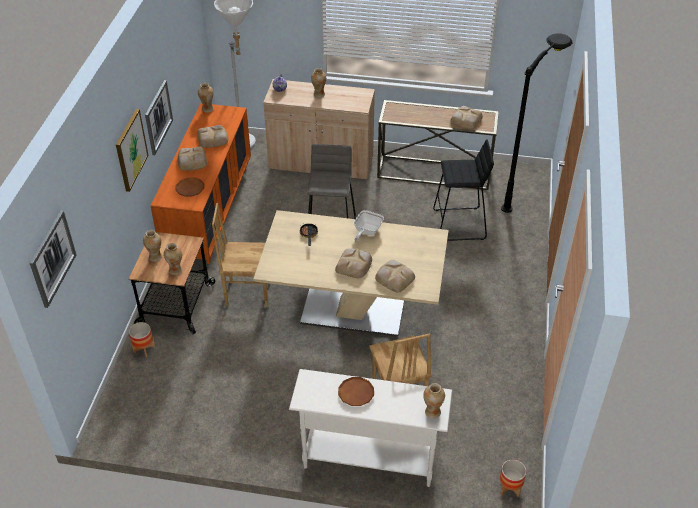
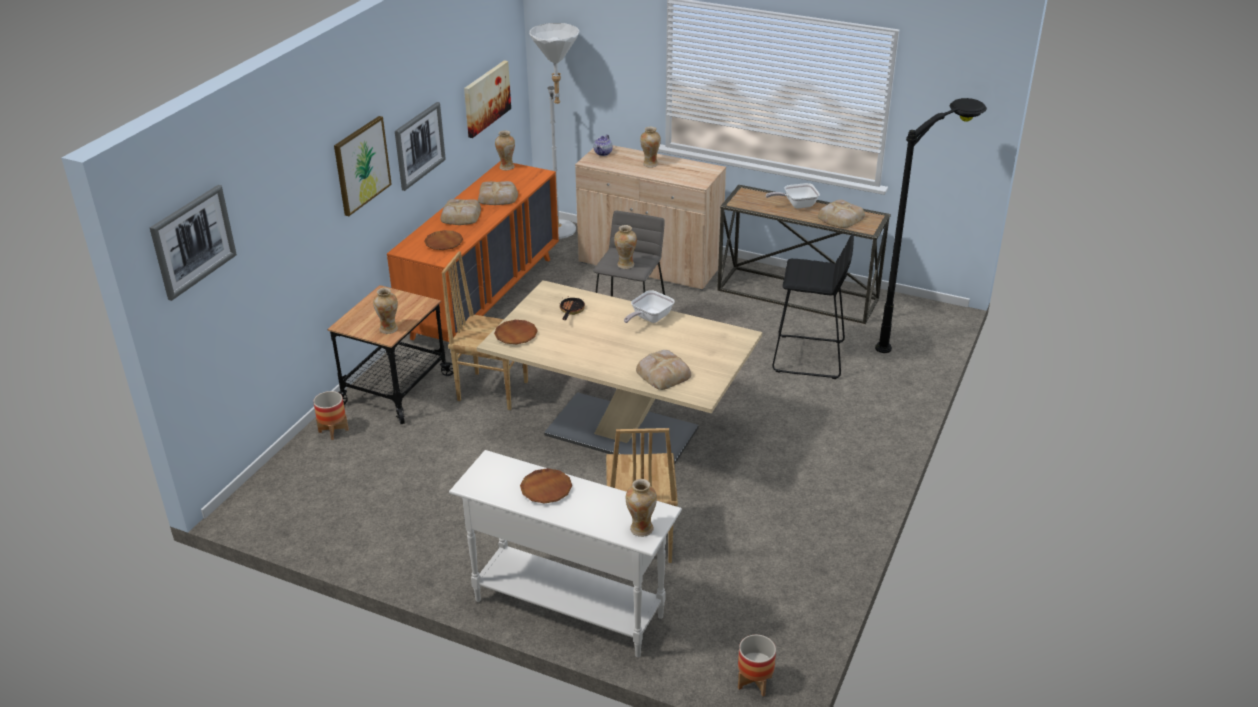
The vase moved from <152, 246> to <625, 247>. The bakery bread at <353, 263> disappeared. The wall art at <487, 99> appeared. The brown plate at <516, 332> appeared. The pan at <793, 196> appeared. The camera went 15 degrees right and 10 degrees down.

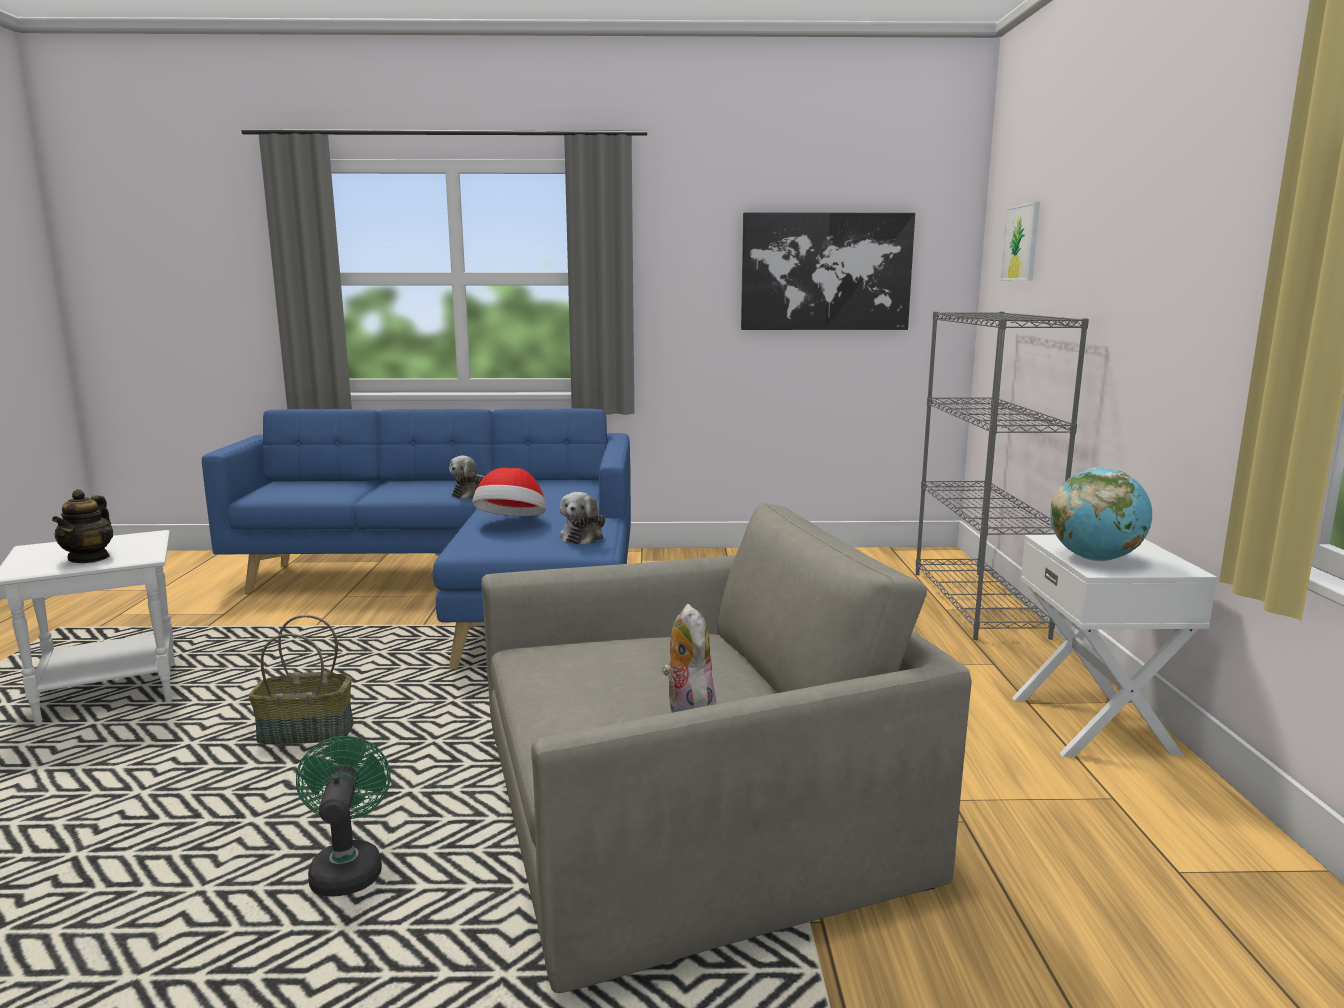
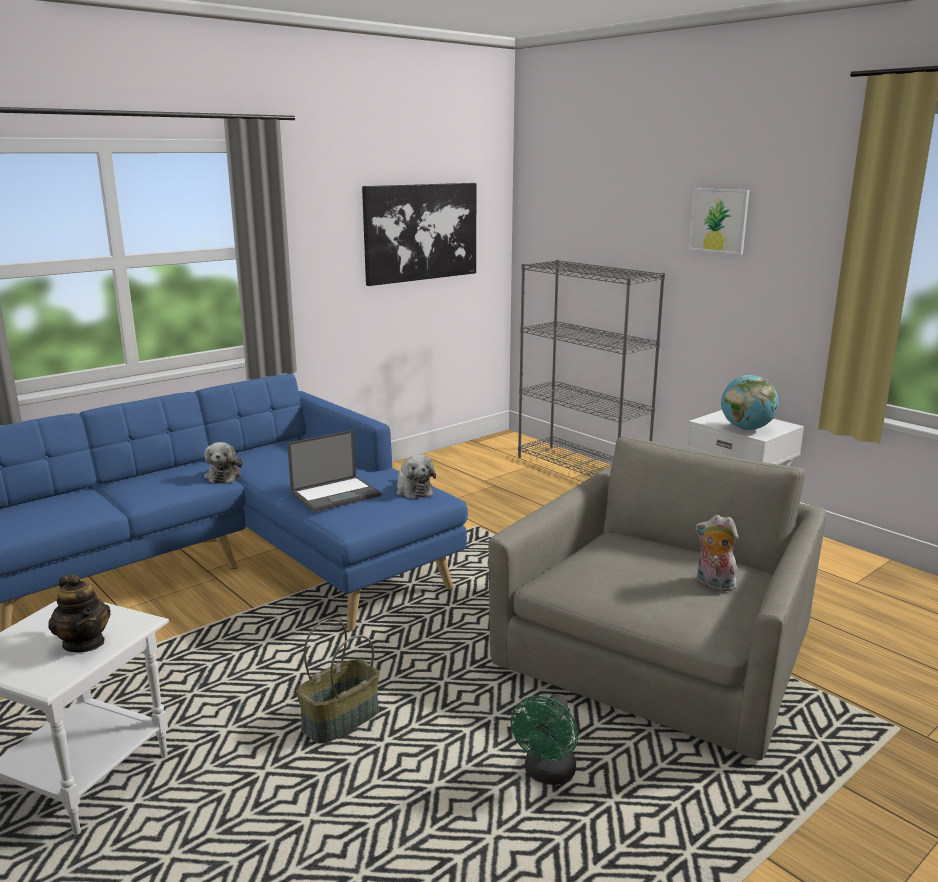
The green-coloured fan at <343, 816> turned 105 degrees counterclockwise. The hat at <509, 492> was replaced by the portable computer at <334, 471>. The wall art moved from <1020, 241> to <719, 221>. The camera went 40 degrees left and 5 degrees up.

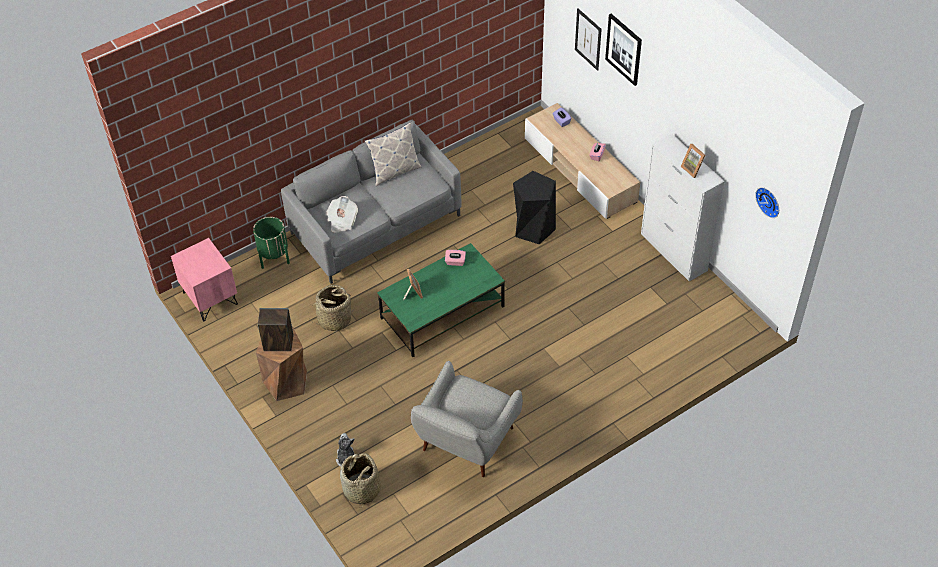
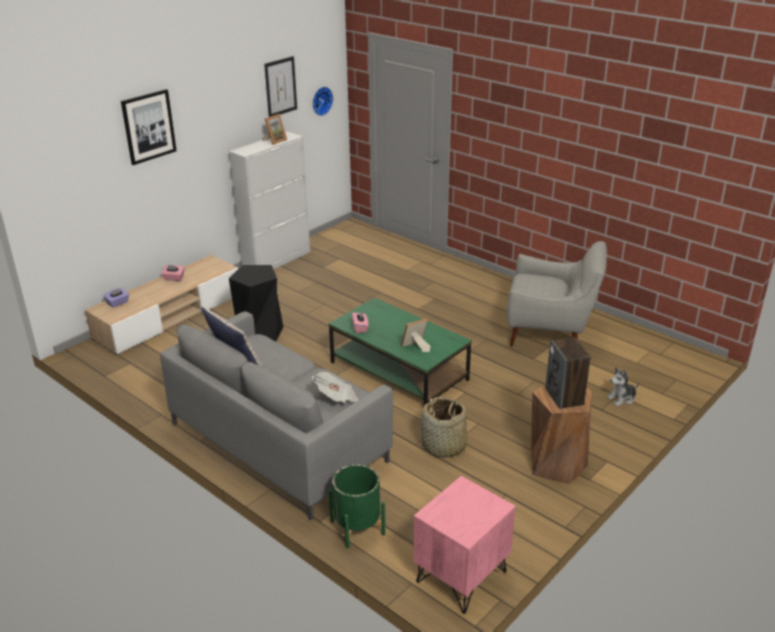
The household basket at <360, 480> disappeared. The wall art moved from <588, 39> to <280, 86>. The camera went 105 degrees left and 20 degrees down.

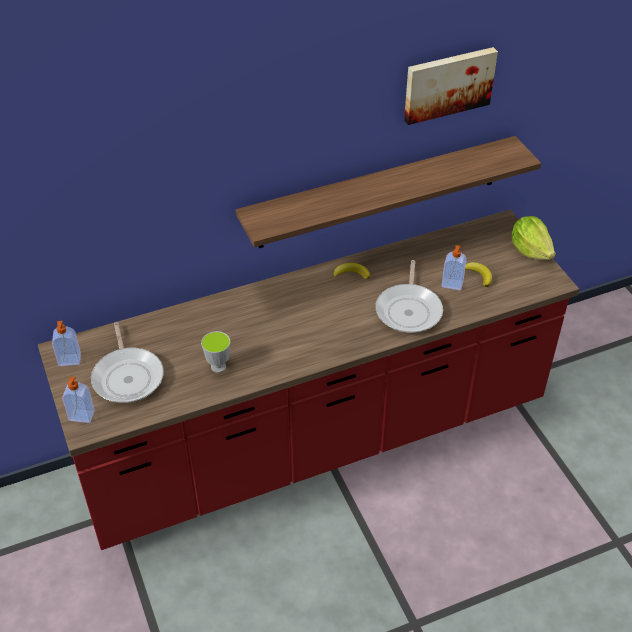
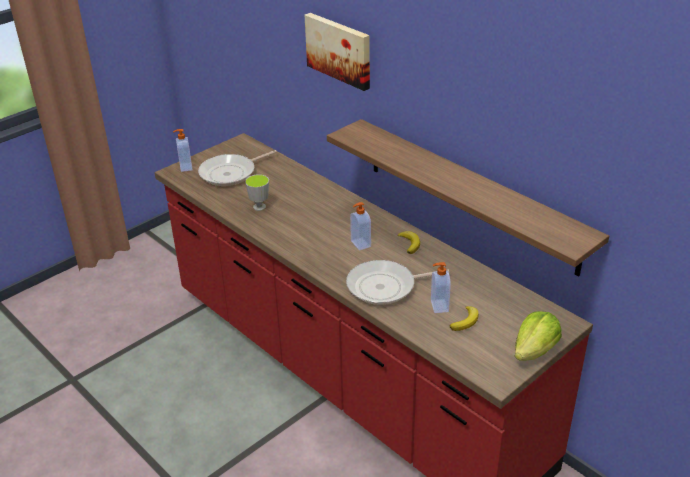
The soap dispenser moved from <66, 343> to <360, 226>. The wall art moved from <451, 86> to <337, 52>. The camera went 70 degrees right and 10 degrees down.

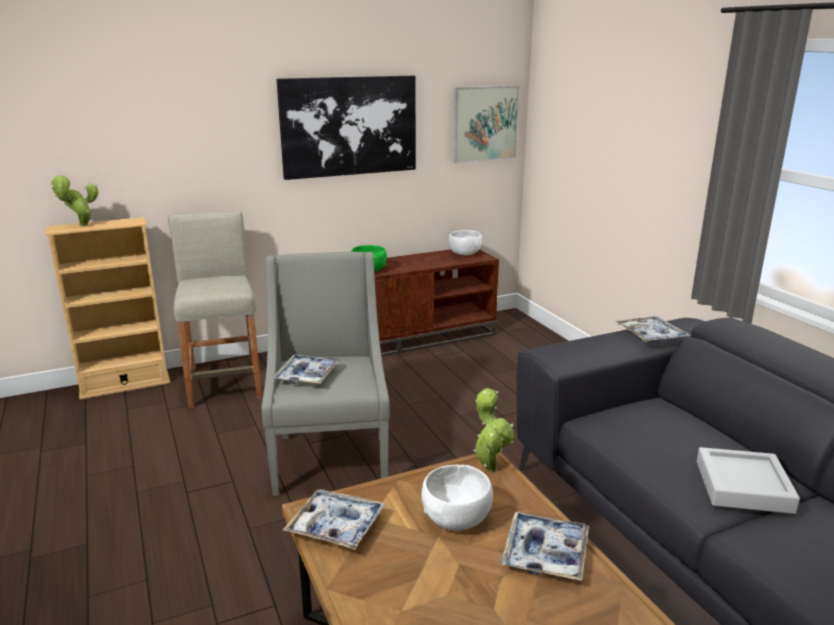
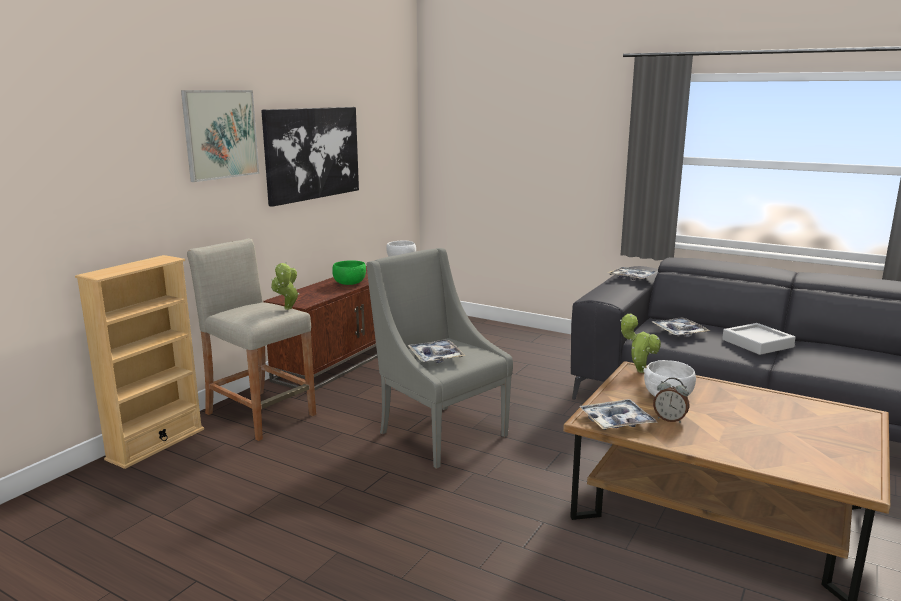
The potted plant moved from <74, 200> to <285, 286>. The wall art moved from <486, 124> to <220, 136>. The serving tray moved from <545, 546> to <681, 327>. The bedside clock at <671, 400> appeared. The camera went 35 degrees left and 5 degrees down.

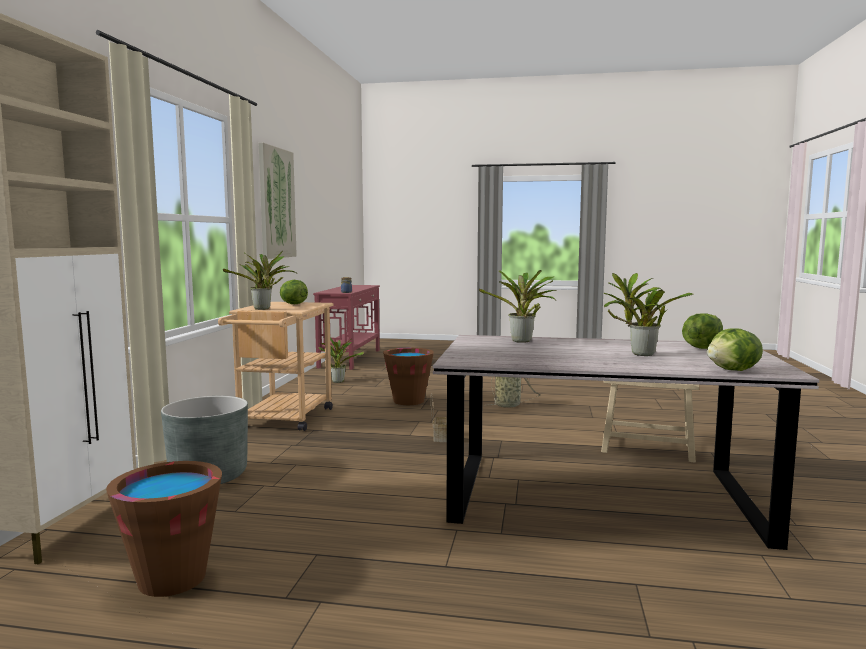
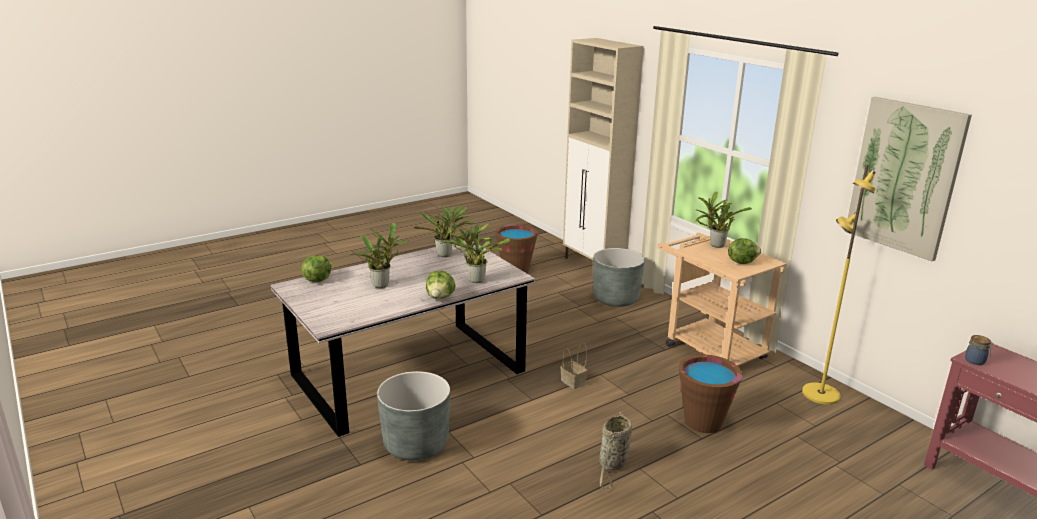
The potted plant moved from <341, 360> to <446, 231>. The beige stool seat at <650, 422> was replaced by the gray plant pot at <413, 416>. The lettuce head moved from <702, 331> to <441, 285>. The yellow-coloured standard lamp at <839, 285> appeared. The camera went 135 degrees right and 15 degrees up.

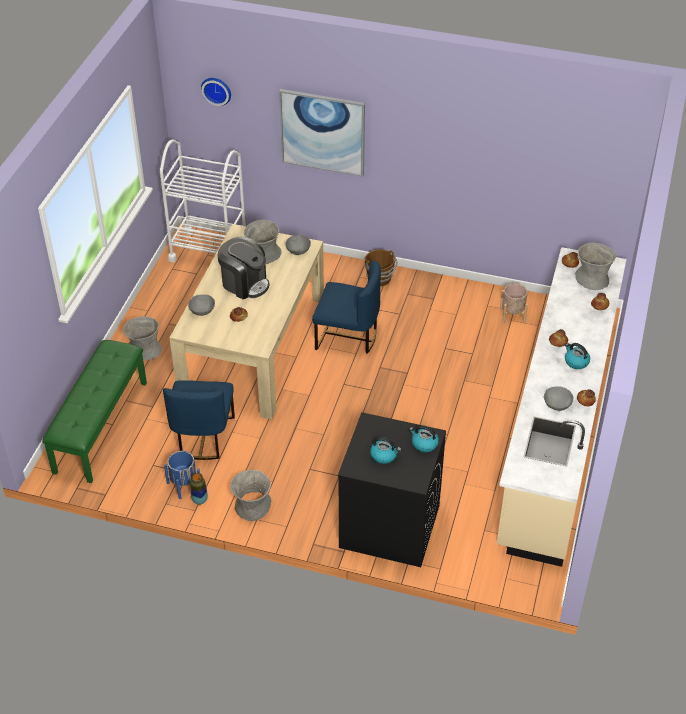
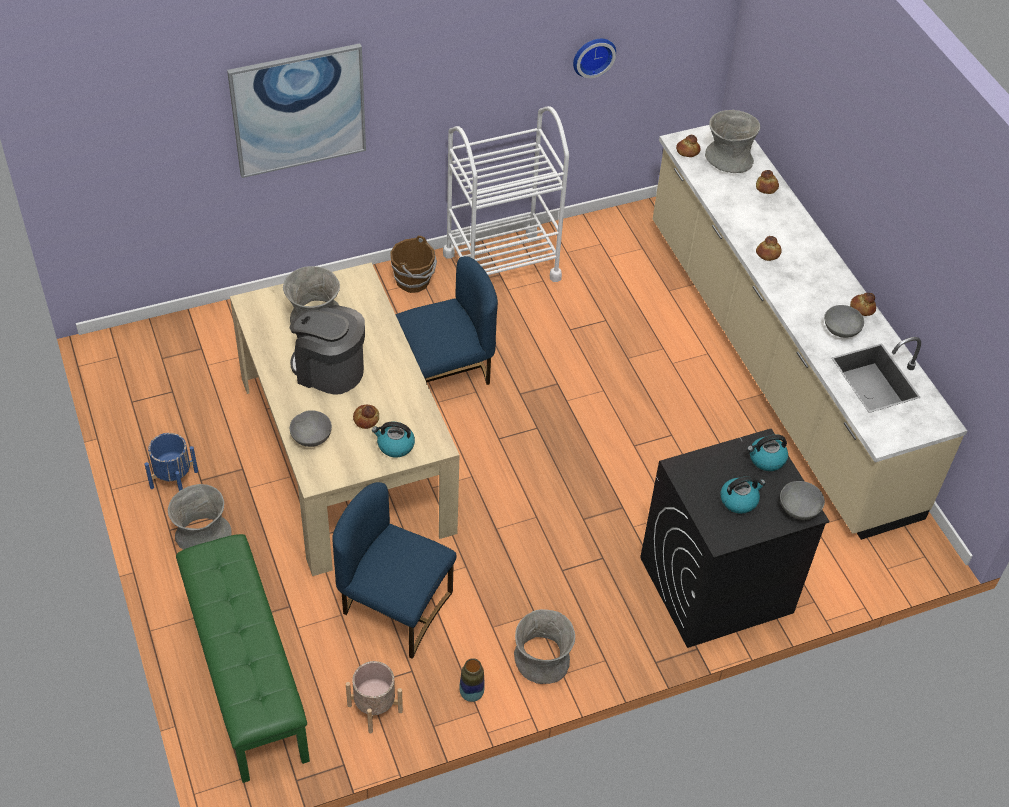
The white trolley moved from <203, 201> to <506, 194>. The blue-coloured plain chair at <199, 420> turned 150 degrees clockwise. The blue-coloured plant pot moved from <182, 475> to <171, 462>. The hanging clock moved from <216, 92> to <594, 58>. The coffee brewer at <243, 268> turned 150 degrees counterclockwise. The gray deep dish moved from <298, 245> to <802, 500>. The beige plant pot moved from <514, 303> to <374, 697>. The water kettle moved from <577, 356> to <393, 440>. The camera went 40 degrees left and 5 degrees up.

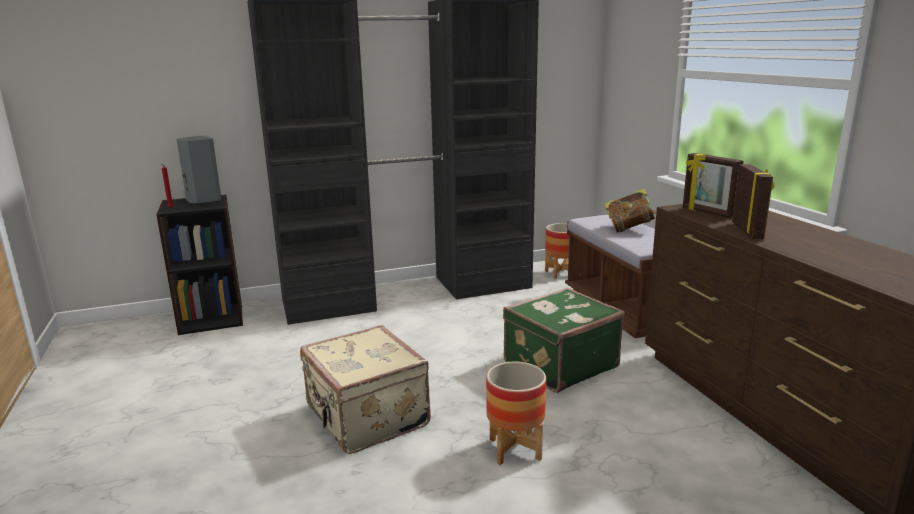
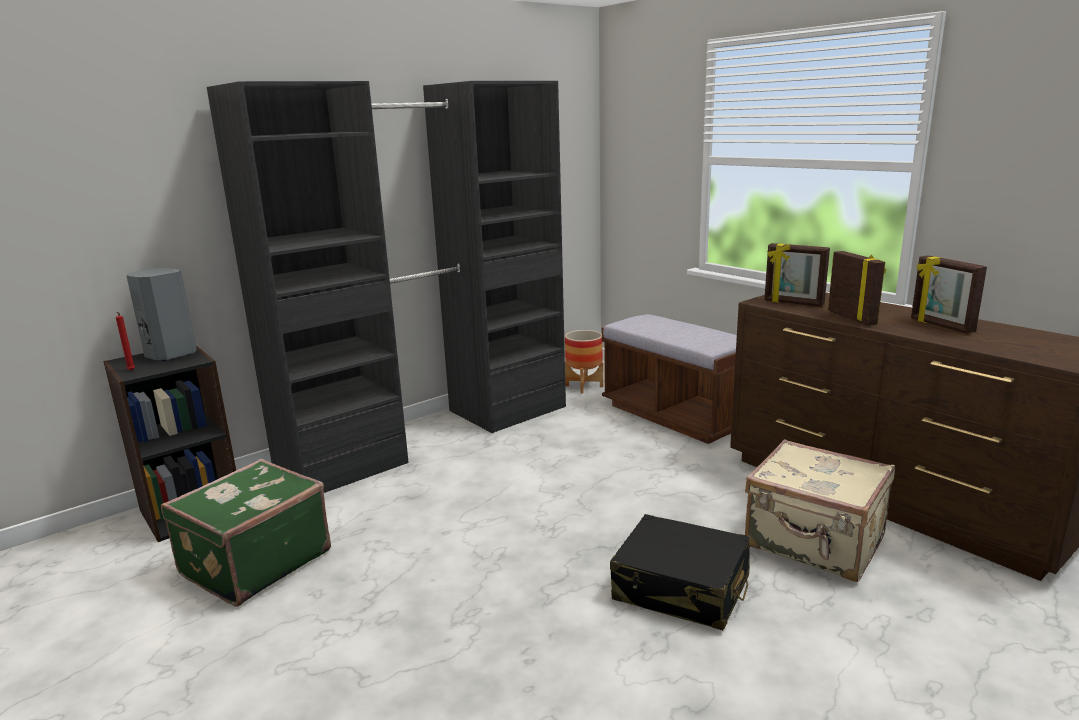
The beige suitcase moved from <365, 389> to <820, 510>. The plant pot at <516, 413> was replaced by the black-coloured suitcase at <680, 572>. The green-coloured suitcase moved from <564, 340> to <246, 533>. The book at <630, 210> disappeared. The picture frame at <949, 294> appeared. The camera went 20 degrees left and 0 degrees up.

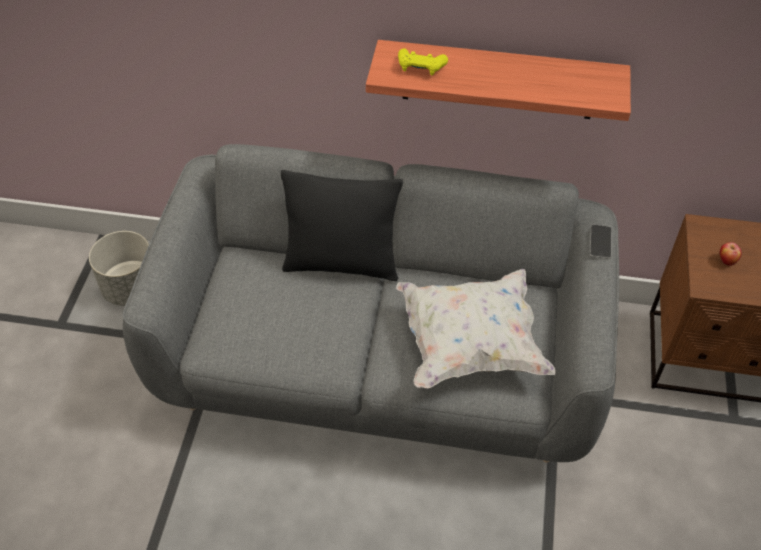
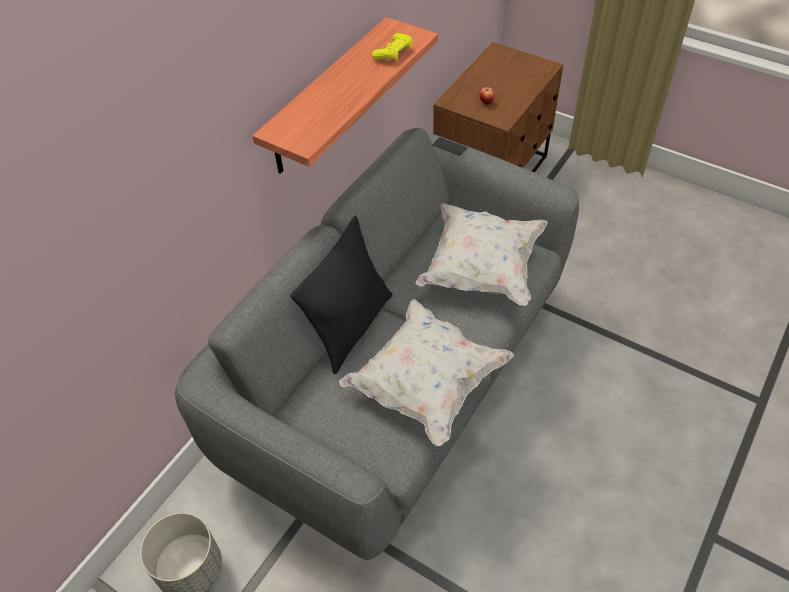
The yellow-coloured game controller moved from <423, 62> to <392, 47>. The white throw pillow at <426, 372> appeared. The camera went 65 degrees left and 0 degrees up.

